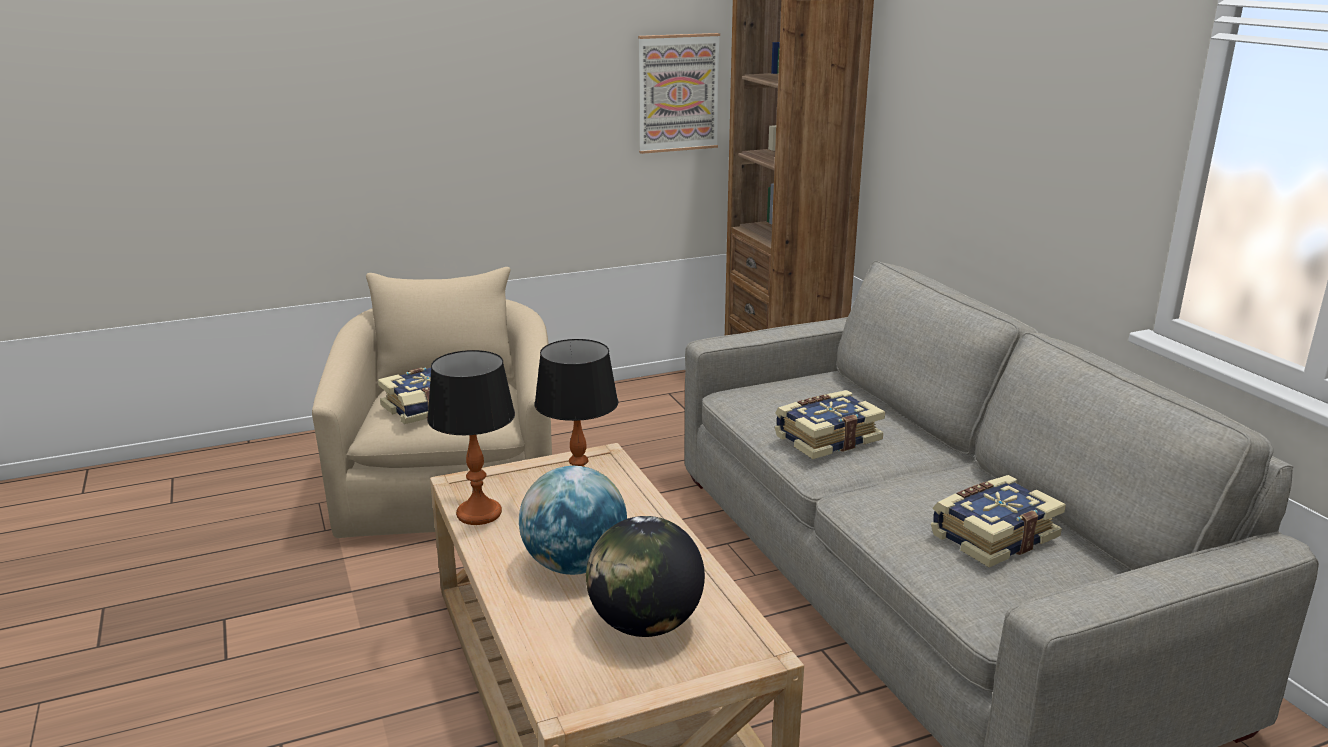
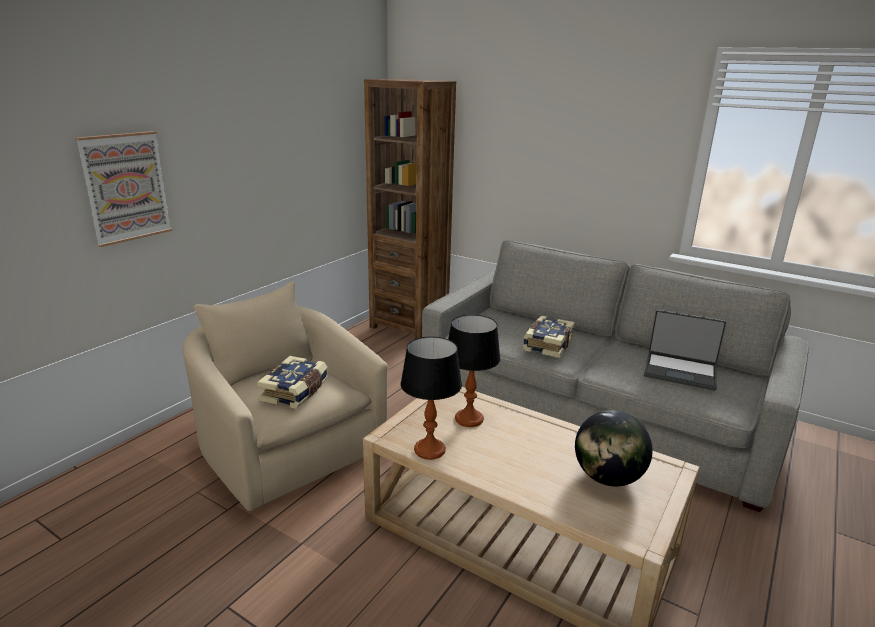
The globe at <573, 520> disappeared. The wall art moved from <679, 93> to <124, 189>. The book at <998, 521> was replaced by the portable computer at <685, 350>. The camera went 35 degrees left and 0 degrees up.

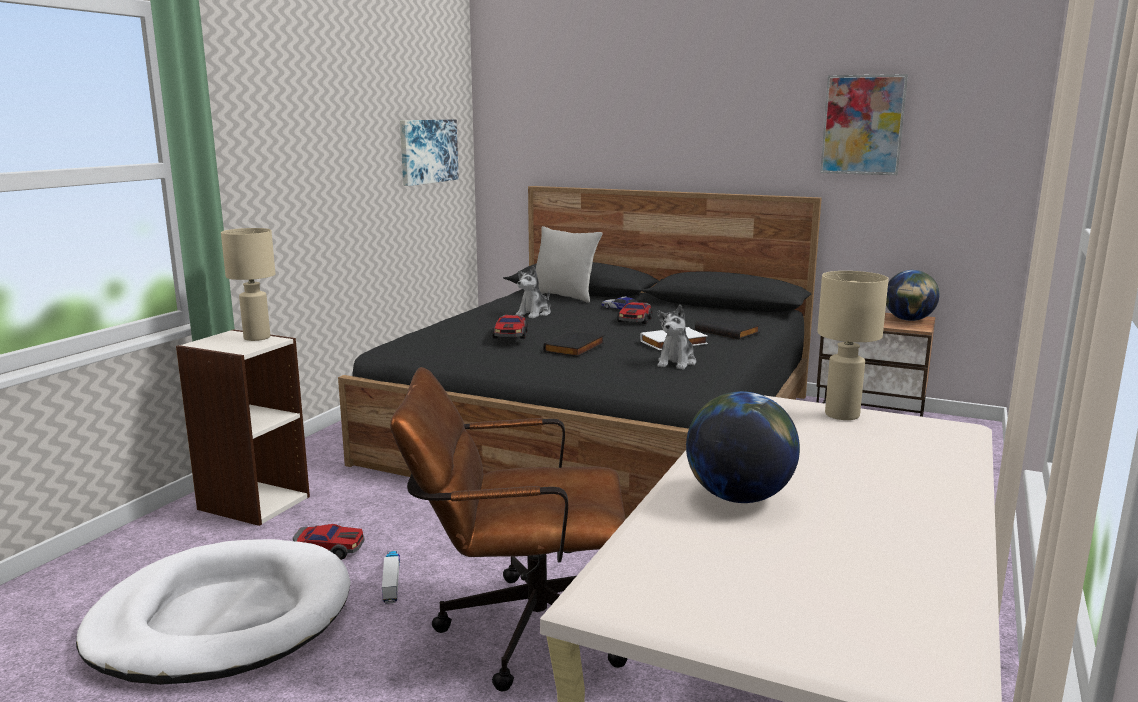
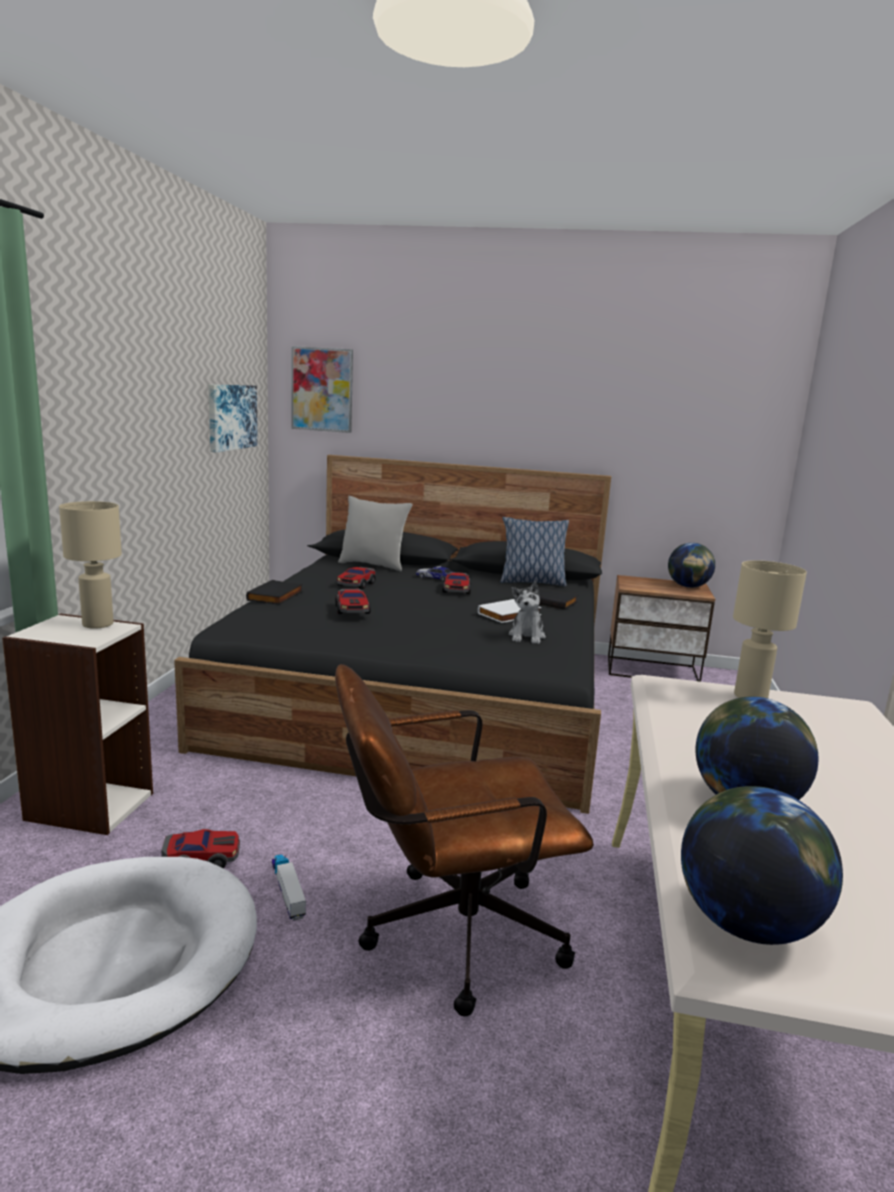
The cuddly toy at <533, 292> was replaced by the miniature car at <356, 578>. The black-coloured book moved from <573, 343> to <274, 592>. The wall art moved from <864, 124> to <322, 389>. The throw pillow at <535, 551> appeared. The globe at <762, 865> appeared. The camera went 15 degrees left and 0 degrees up.

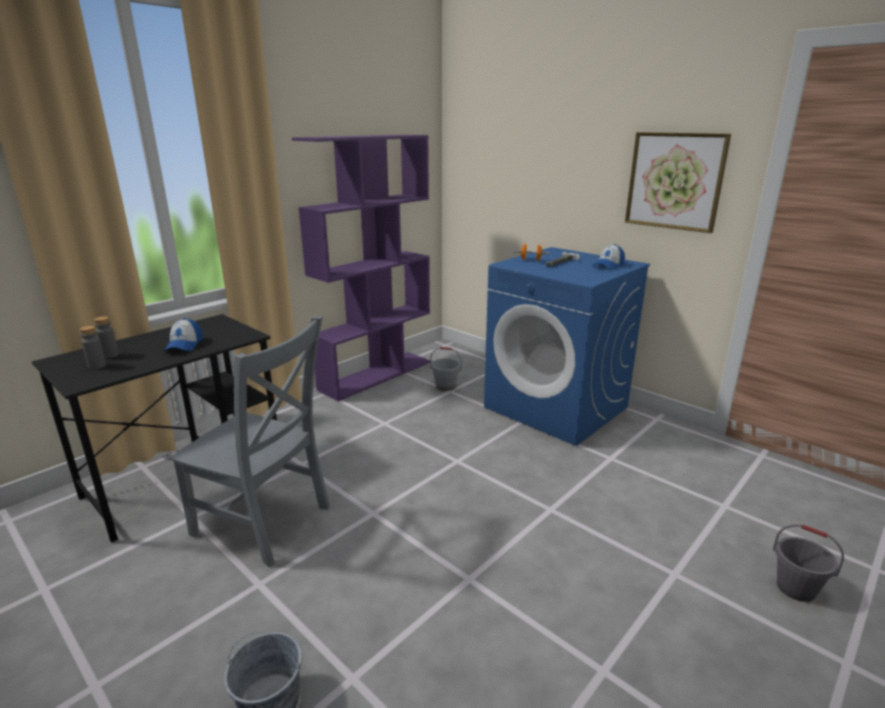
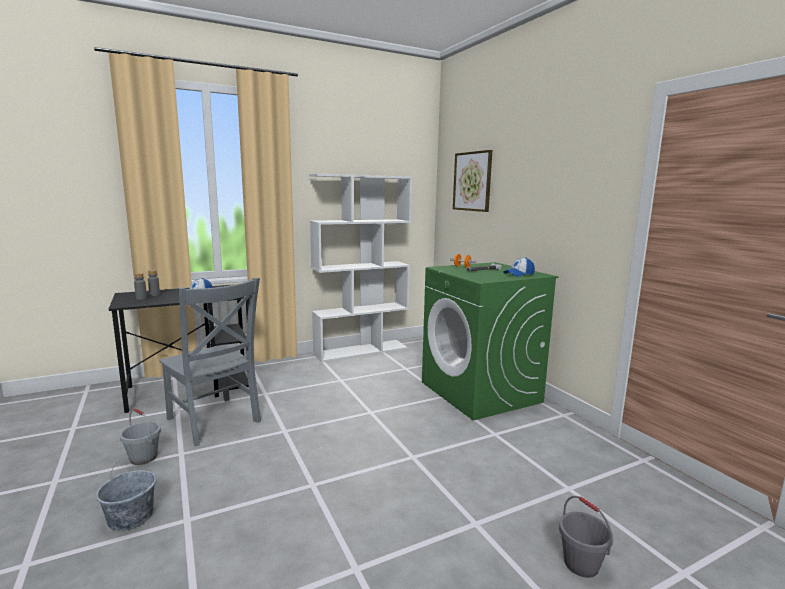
The purplish shelving unit at <361, 268> became the white shelving unit at <360, 268>. The gray bucket moved from <446, 369> to <140, 436>. The blue-coloured laundry appliance at <567, 346> became the green-coloured laundry appliance at <490, 341>. The wall art moved from <678, 182> to <472, 181>. The camera went 20 degrees right and 10 degrees down.

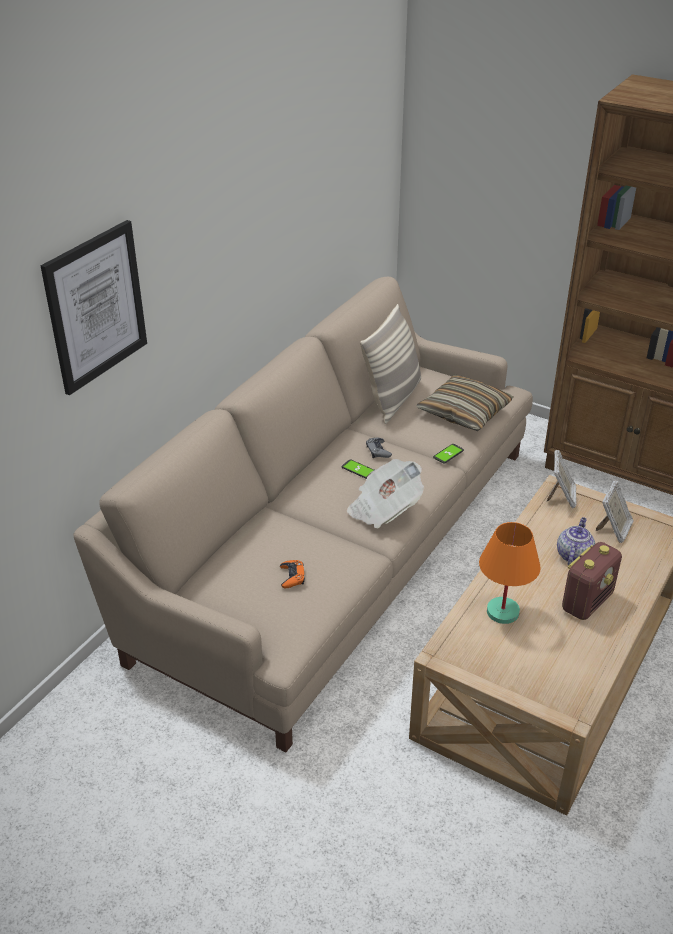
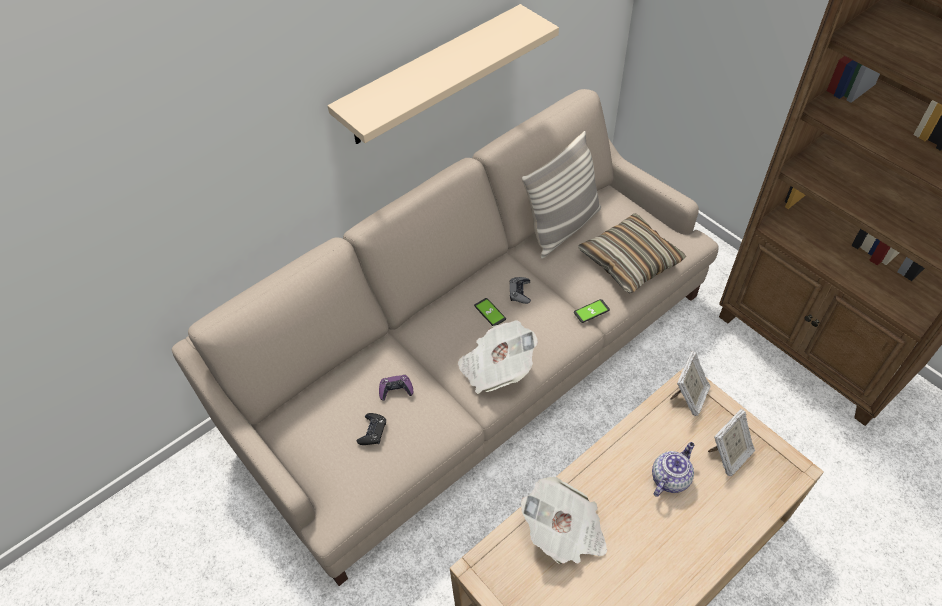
The wall art at <94, 307> disappeared. The orangey game controller at <292, 574> became the black-coloured game controller at <371, 429>. The orangey table lamp at <510, 573> was replaced by the printed paper at <564, 520>. The radio at <592, 581> disappeared. The beige bracket shelf at <443, 74> appeared. The purplish game controller at <396, 388> appeared. The camera went 20 degrees right and 15 degrees up.

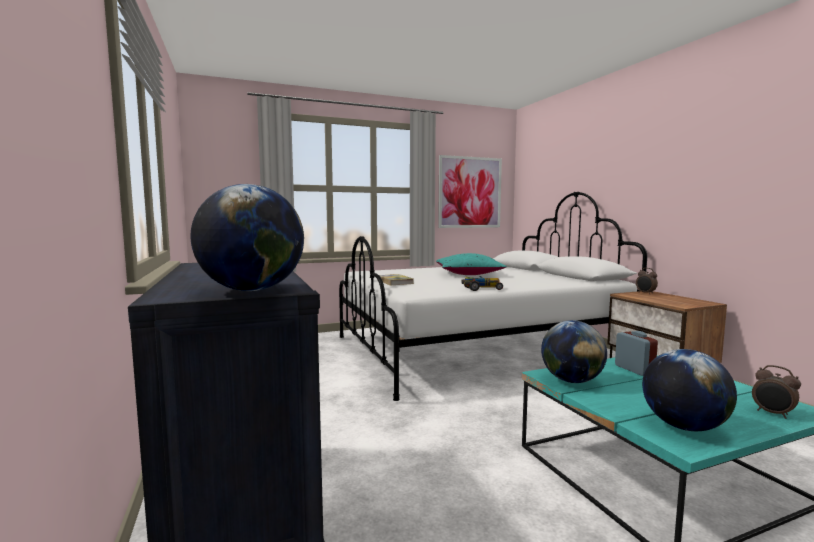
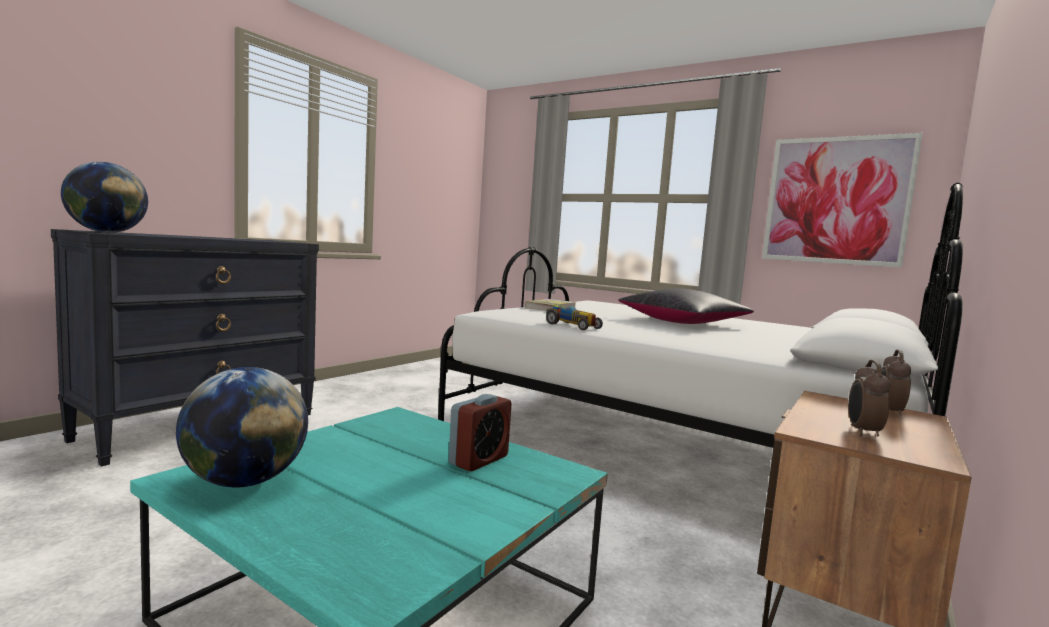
The blue-green throw pillow at <471, 264> became the black-coloured throw pillow at <686, 306>. The globe at <574, 351> disappeared. The bedside clock moved from <776, 392> to <869, 398>. The camera went 55 degrees right and 0 degrees up.

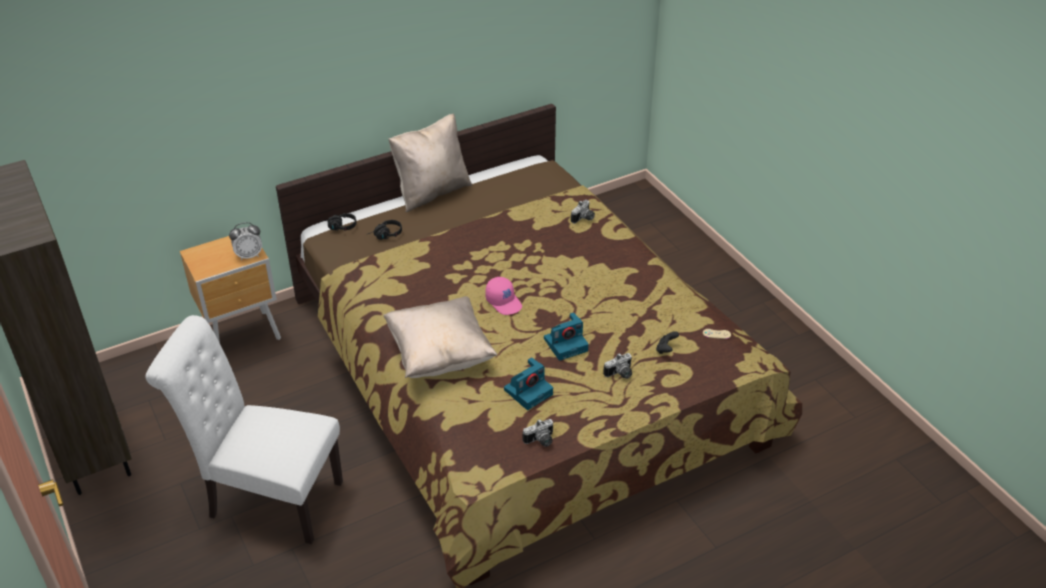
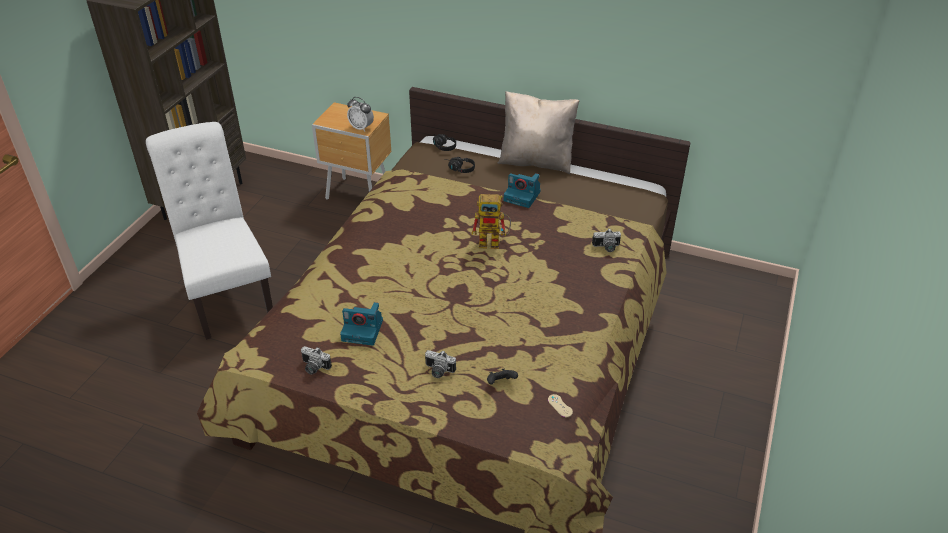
The beige throw pillow at <440, 337> disappeared. The pink-coloured cap at <503, 296> disappeared. The still camera moved from <566, 336> to <522, 190>. The robot figure at <491, 221> appeared. The camera went 50 degrees right and 0 degrees up.

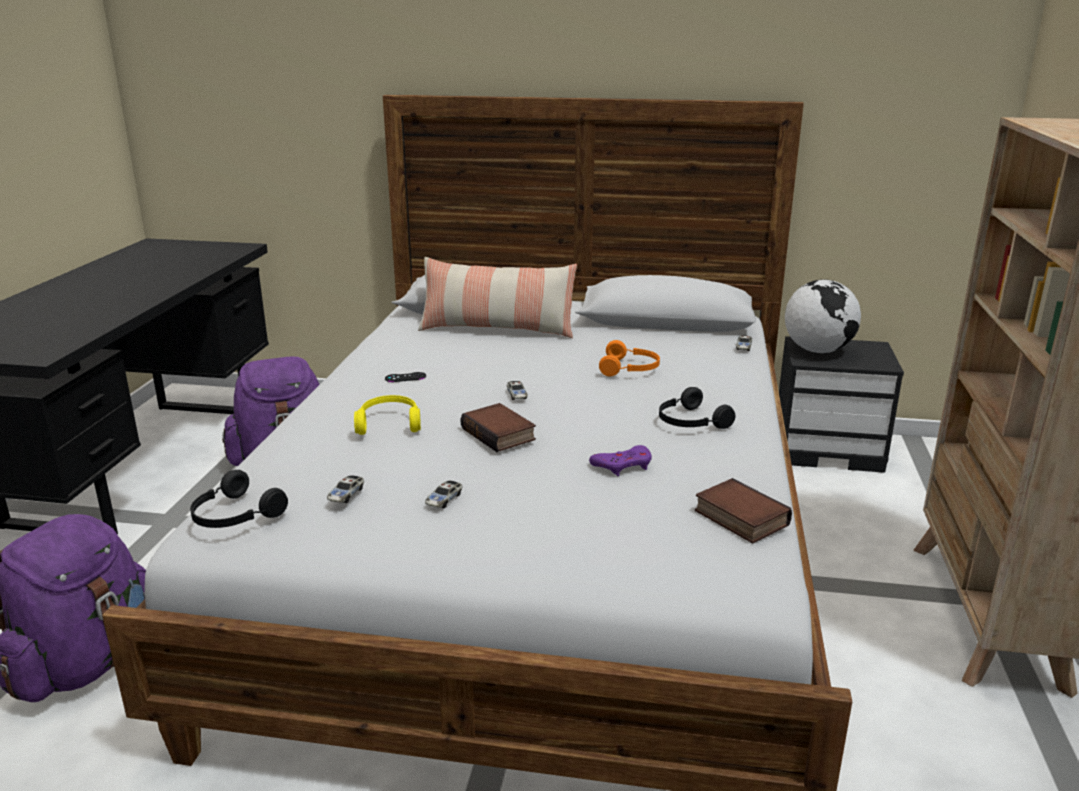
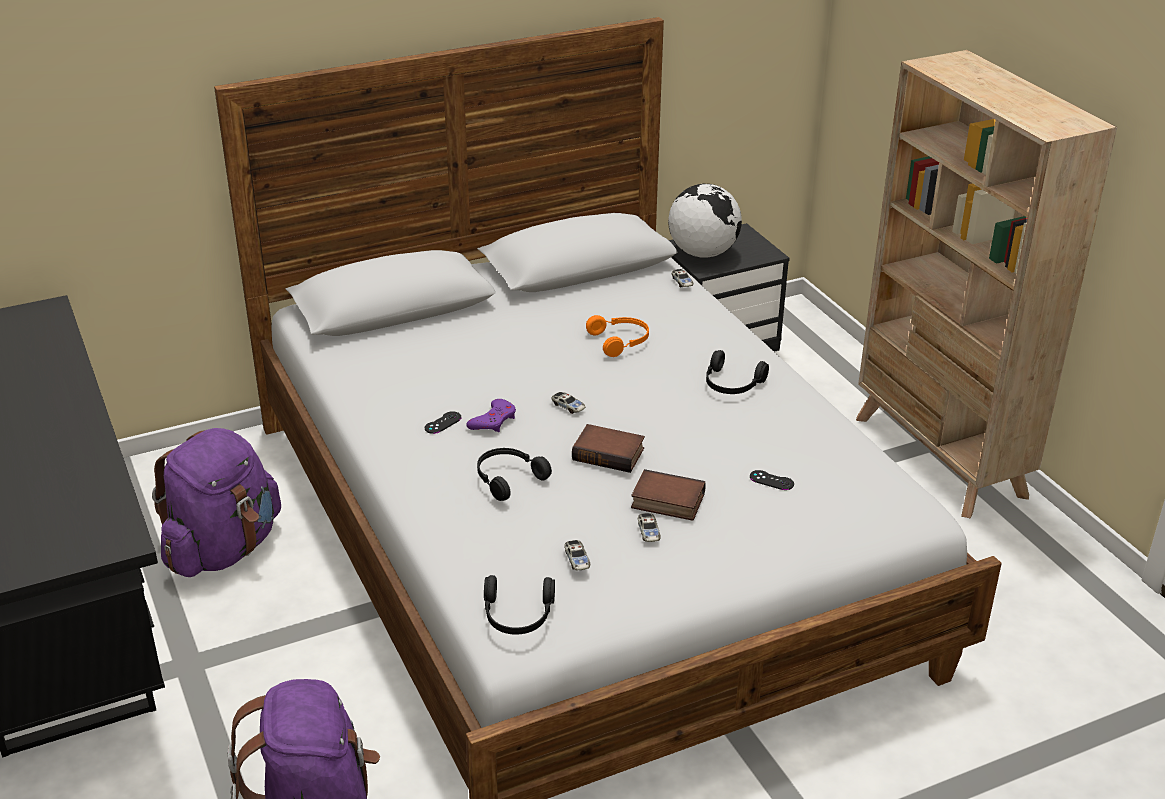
The yellow-coloured headset at <387, 415> became the black-coloured headset at <514, 474>. The throw pillow at <497, 297> disappeared. The purplish game controller moved from <620, 460> to <491, 415>. The book moved from <743, 510> to <668, 495>. The black-coloured game controller at <772, 480> appeared. The camera went 35 degrees left and 10 degrees up.

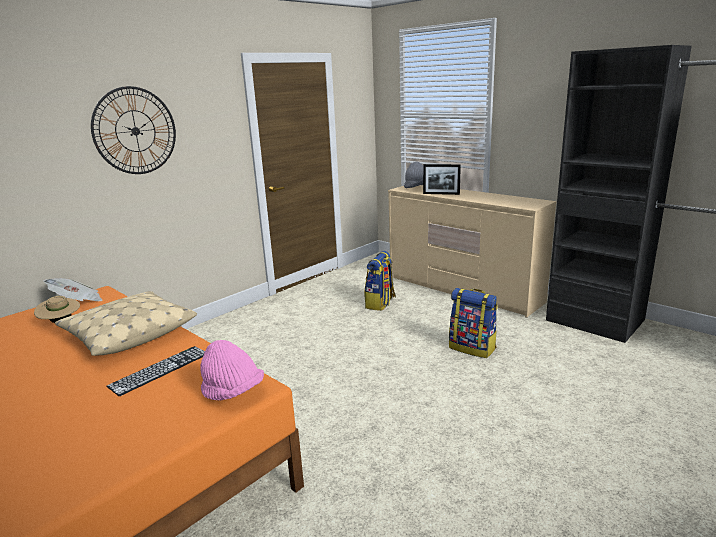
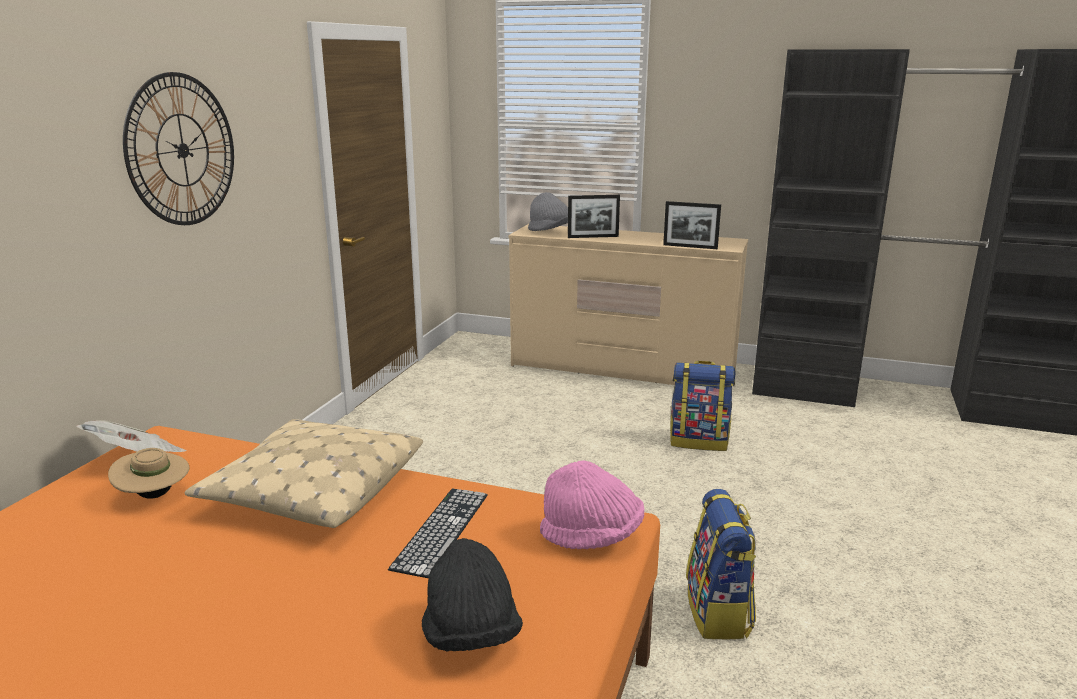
The knapsack moved from <380, 281> to <721, 564>. The black-coloured hat at <472, 595> appeared. The picture frame at <692, 225> appeared. The camera went 25 degrees left and 0 degrees up.

